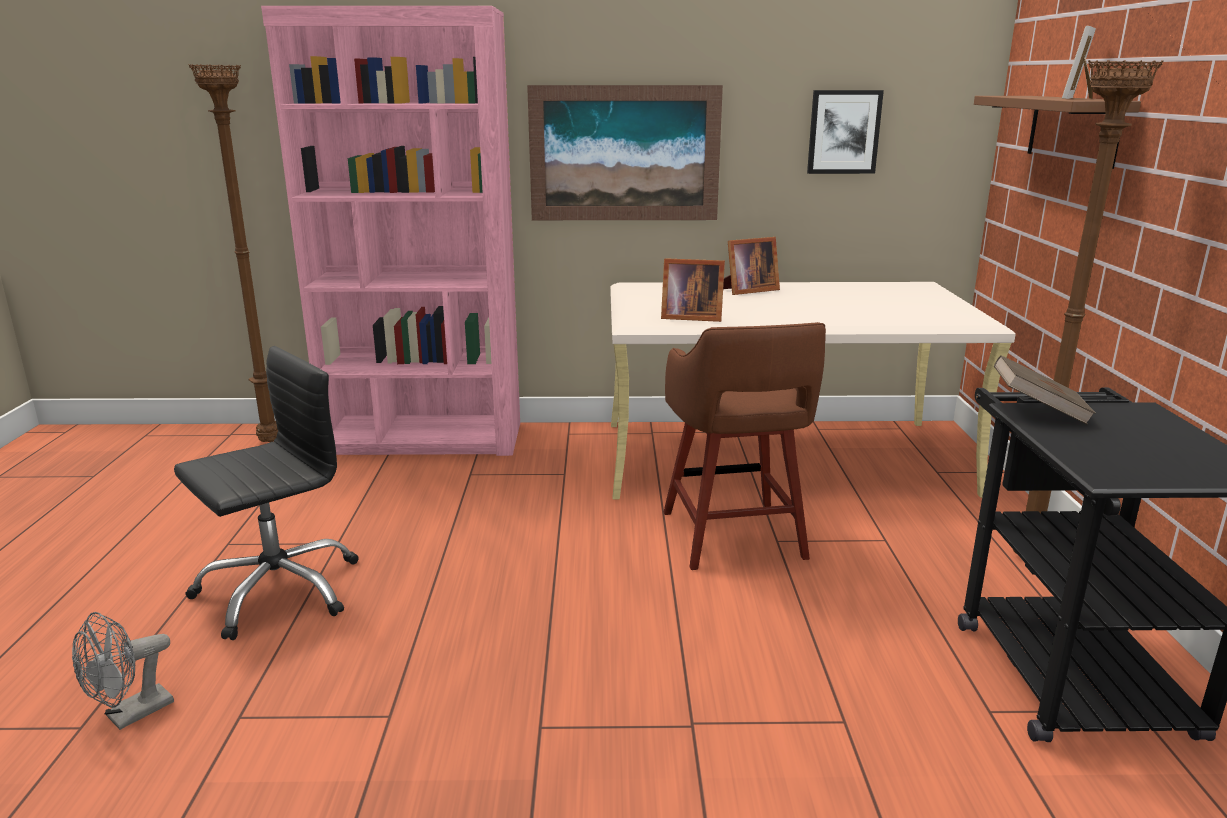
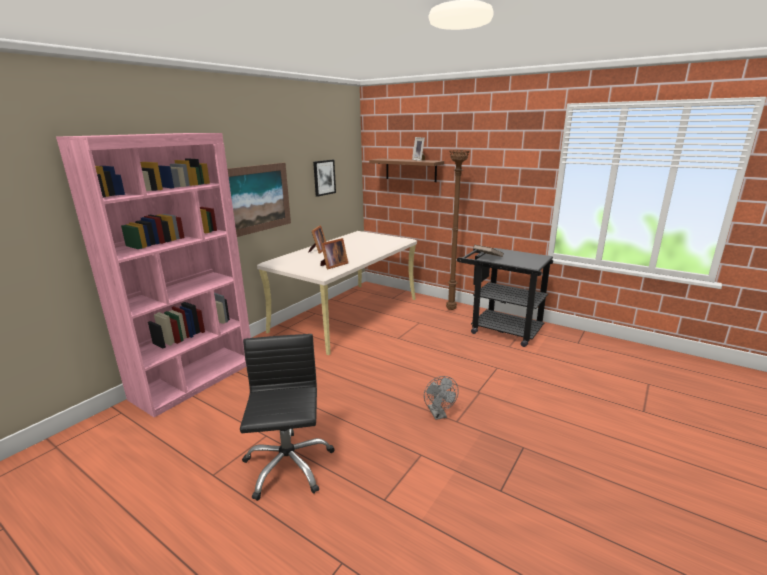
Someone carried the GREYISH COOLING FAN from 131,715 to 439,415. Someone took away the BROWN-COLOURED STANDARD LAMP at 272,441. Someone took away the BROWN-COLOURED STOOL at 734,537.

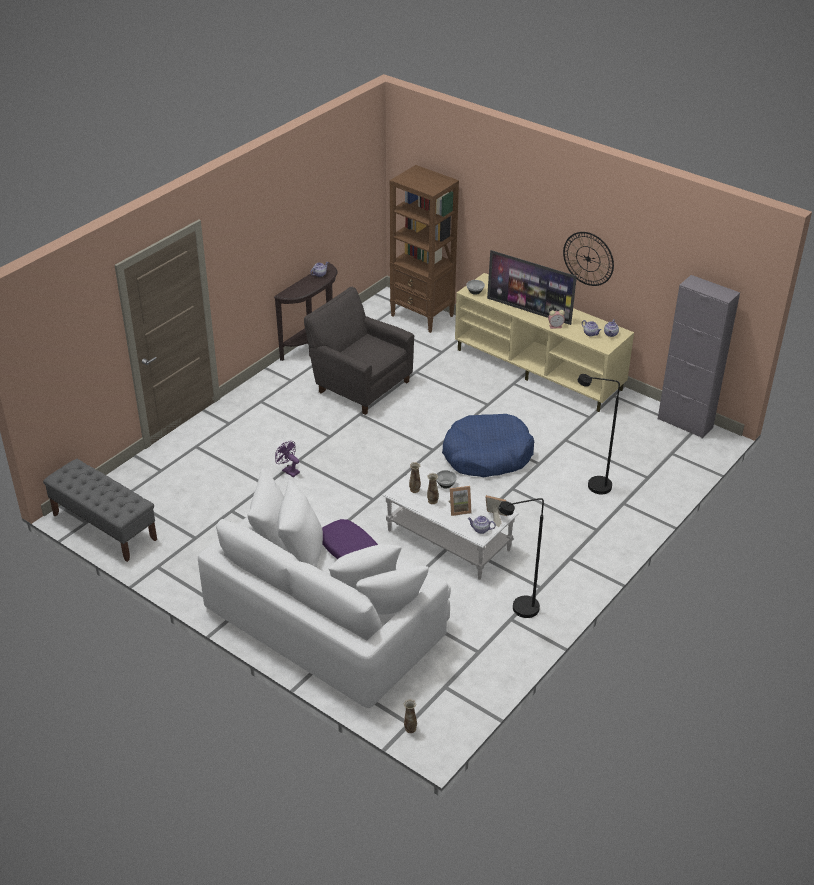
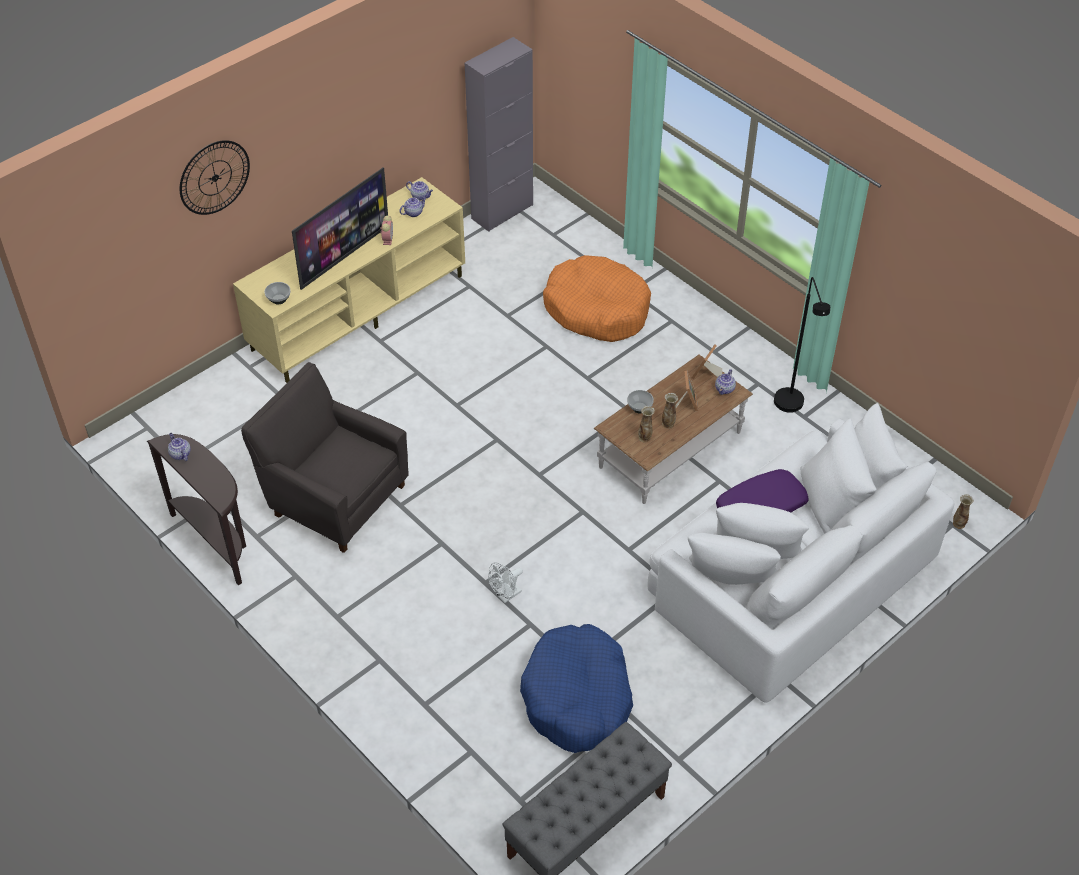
Someone repainted the PURPLE COOLING FAN at 288,471, which became the WHITE-COLOURED COOLING FAN at 506,596. Someone rotated the GREYISH ARMCHAIR at 359,385 by 75 degrees clockwise. Someone repainted the WHITE-COLOURED LOW TABLE at 448,540, which became the BROWN-COLOURED LOW TABLE at 670,450. Someone took away the BROWN-COLOURED SHELVING UNIT at 422,316. Someone carried the BLUE DOG BED from 487,455 to 577,698. Someone carried the WALL CLOCK from 588,258 to 214,177. Someone swapped the BLACK-COLOURED STANDARD LAMP at 592,486 for the ORANGEY DOG BED at 597,309.

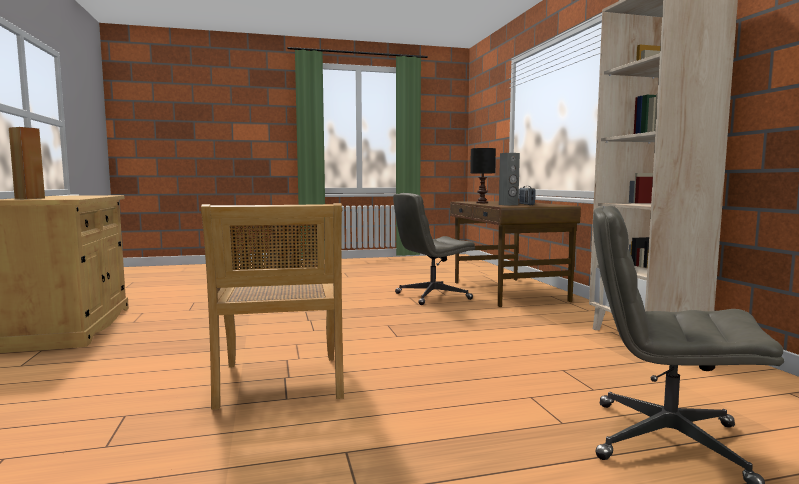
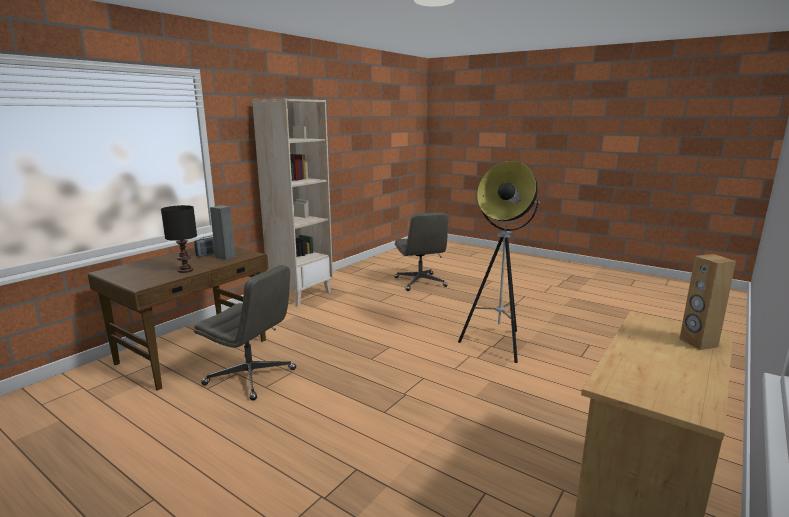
Someone swapped the BEIGE-COLOURED UPRIGHT CHAIR at 280,382 for the STANDARD LAMP at 498,344.

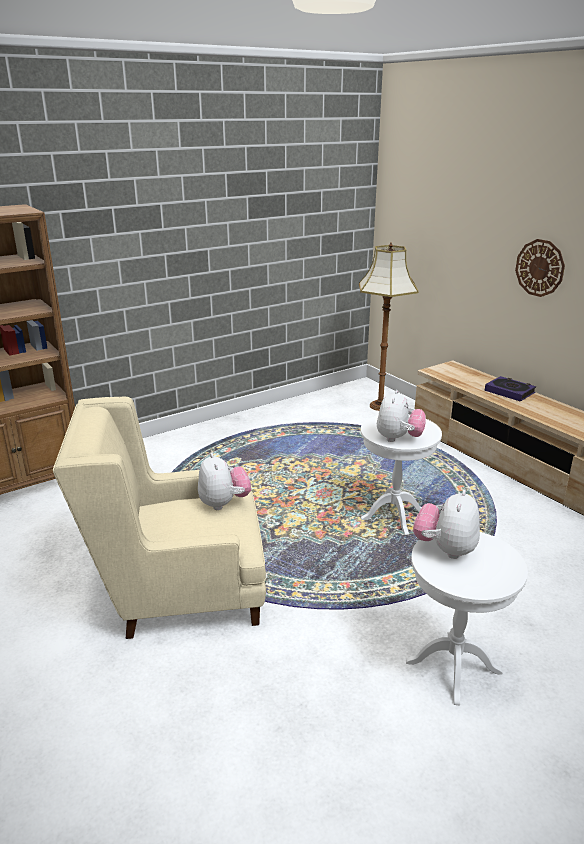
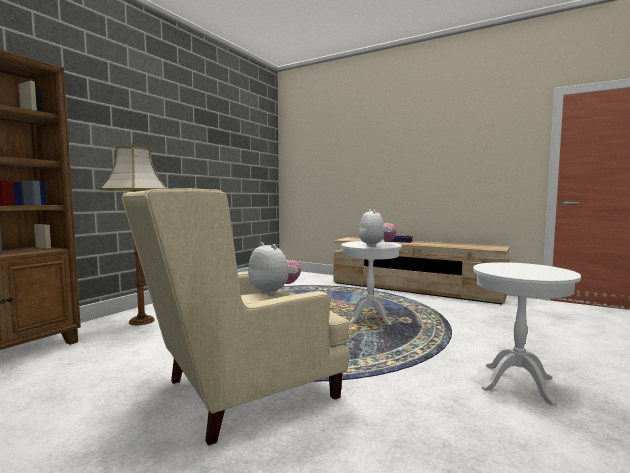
Someone carried the STANDARD LAMP from 380,406 to 141,321. Someone took away the PLUSH TOY at 445,549. Someone took away the WALL CLOCK at 540,268.

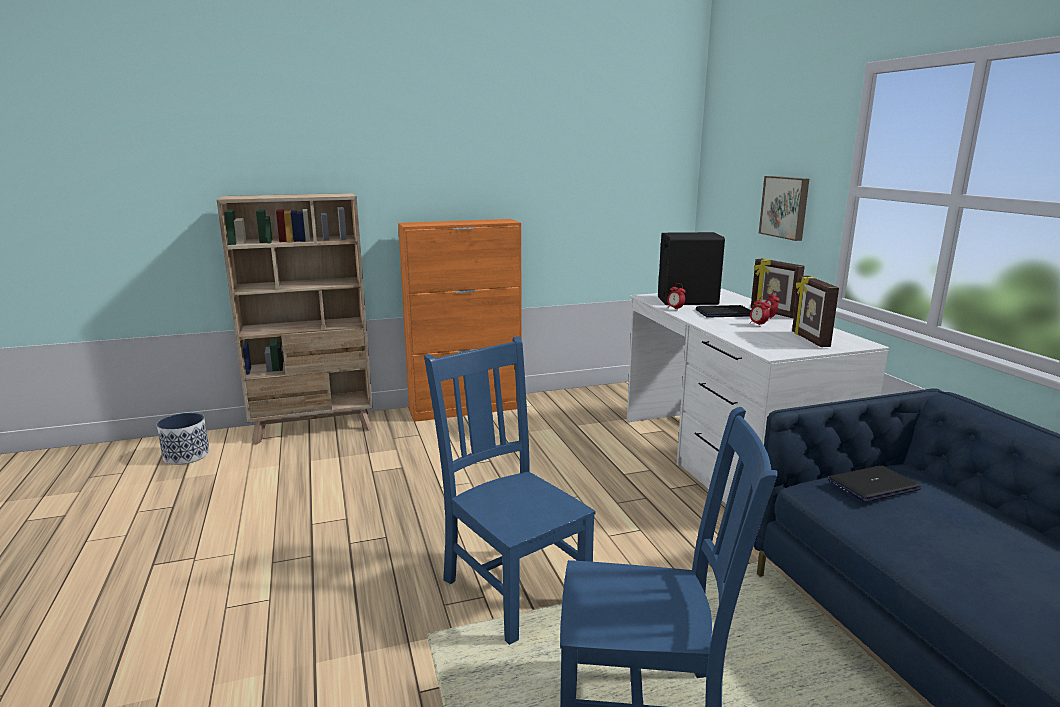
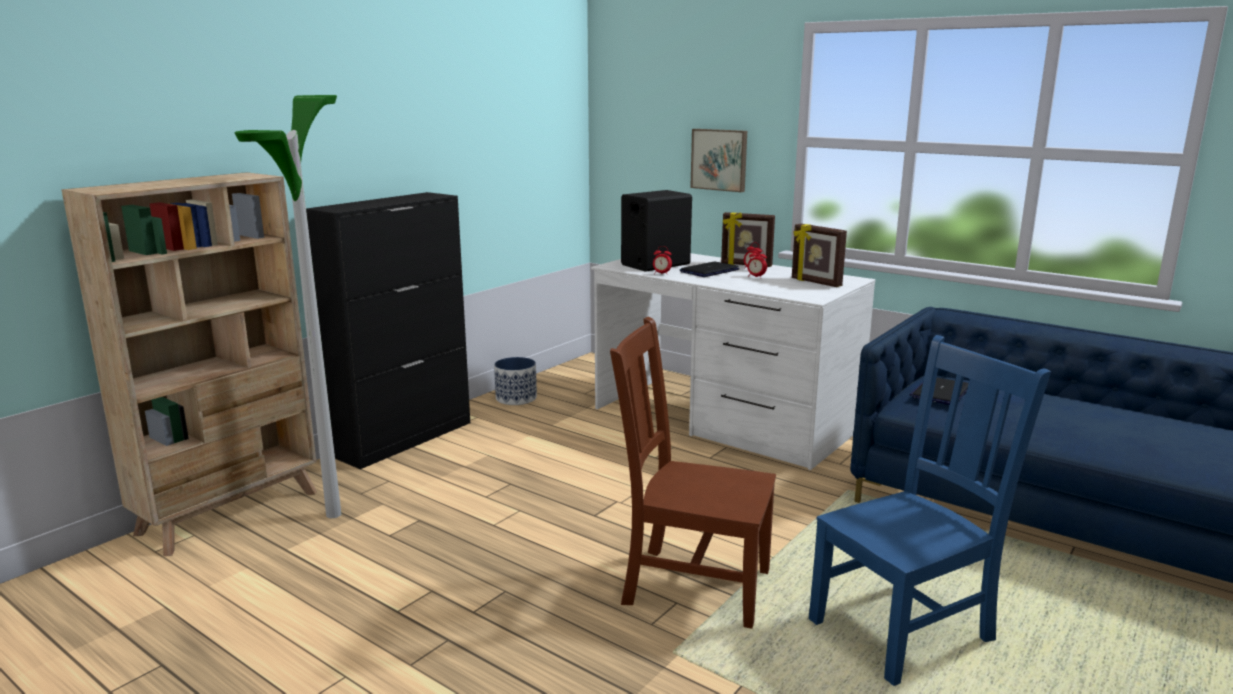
Someone carried the PLANT POT from 186,456 to 516,398. Someone repainted the ORANGEY STORAGE CABINET at 466,408, which became the BLACK-COLOURED STORAGE CABINET at 405,439. Someone repainted the BLUE UPRIGHT CHAIR at 512,588, which became the BROWN-COLOURED UPRIGHT CHAIR at 691,585. Someone put down the STANDARD LAMP at 333,514.

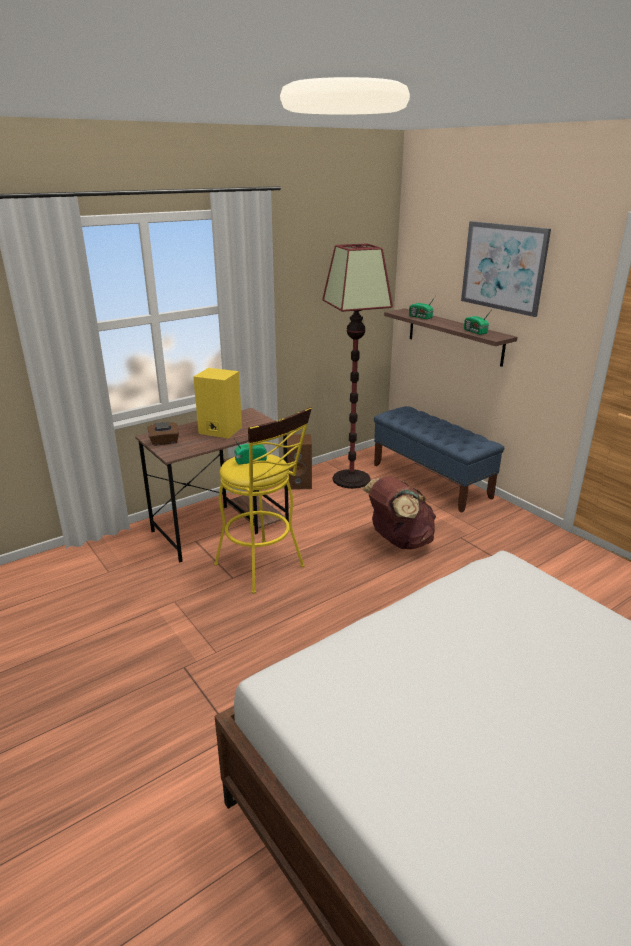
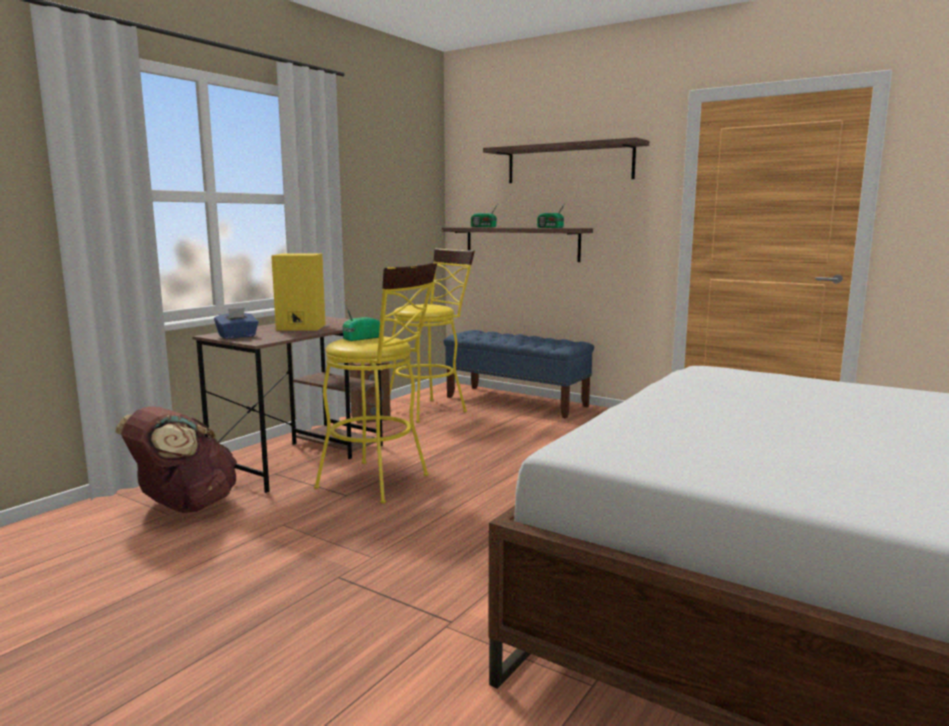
Someone repainted the BROWN-COLOURED TISSUE HOLDER at 164,442, which became the BLUE TISSUE HOLDER at 237,336. Someone swapped the STANDARD LAMP at 351,479 for the YELLOW-COLOURED STOOL at 431,409. Someone carried the BROWN-COLOURED RUCKSACK from 398,541 to 184,507. Someone swapped the WALL PICTURE at 503,267 for the BRACKET SHELF at 569,163.

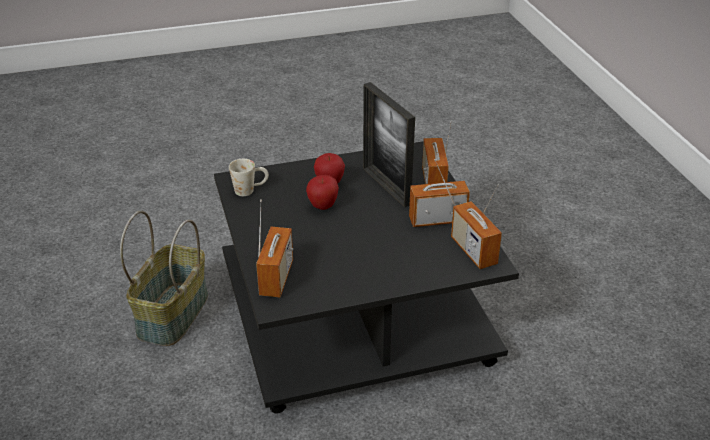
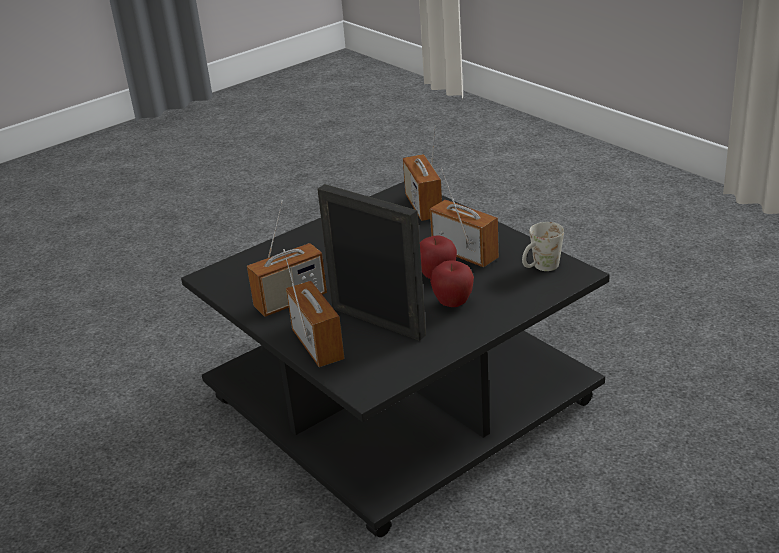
Someone took away the HOUSEHOLD BASKET at 172,313. Someone carried the RADIO SET from 473,251 to 465,254.

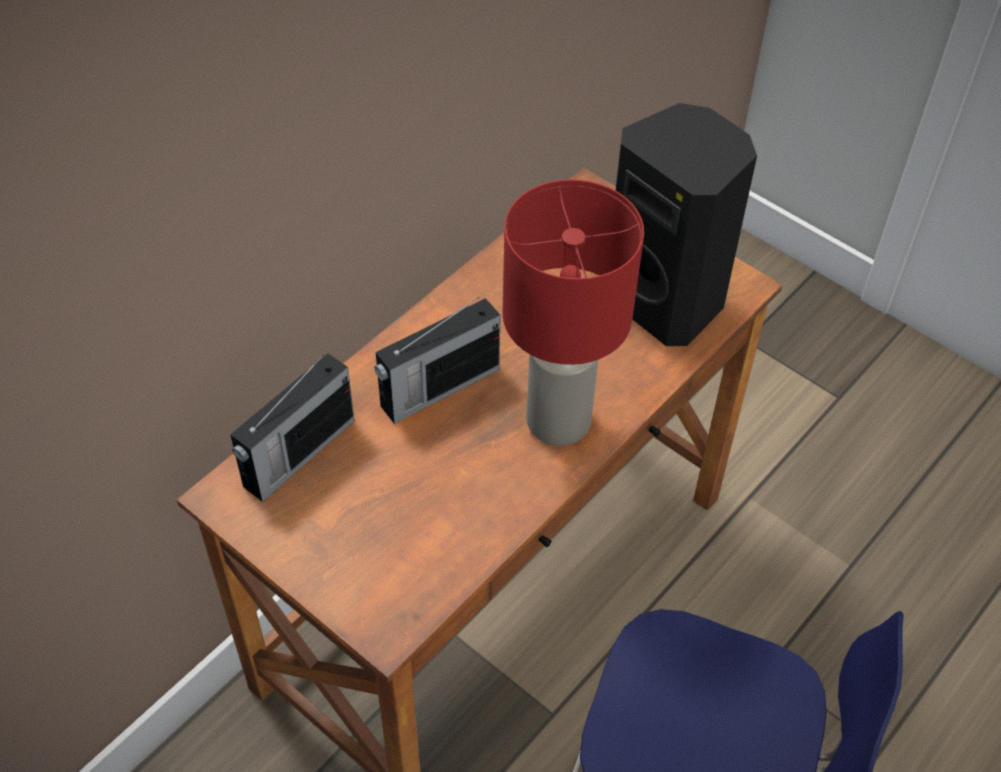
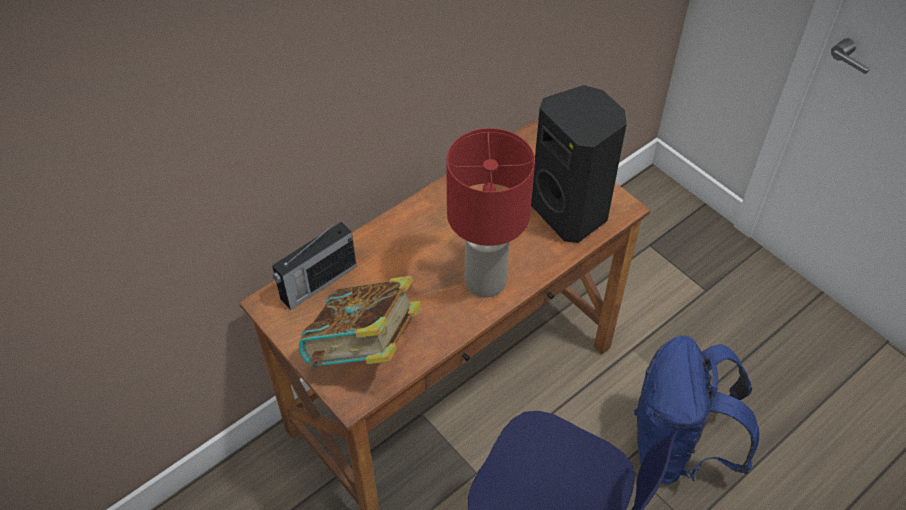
Someone took away the RADIO SET at 438,388. Someone put down the BOUND BOOK at 364,349. Someone put down the BLUE RUCKSACK at 677,448.

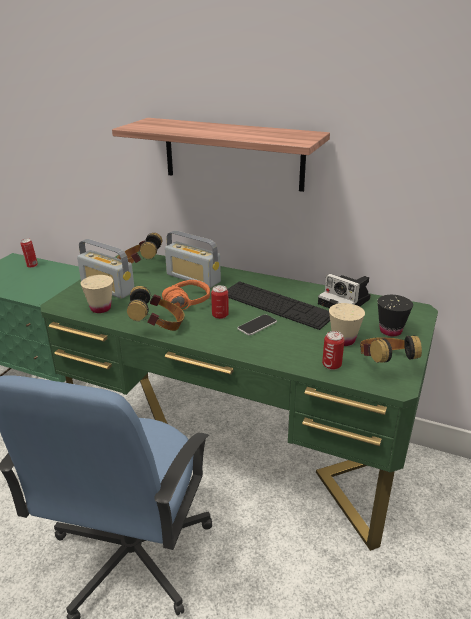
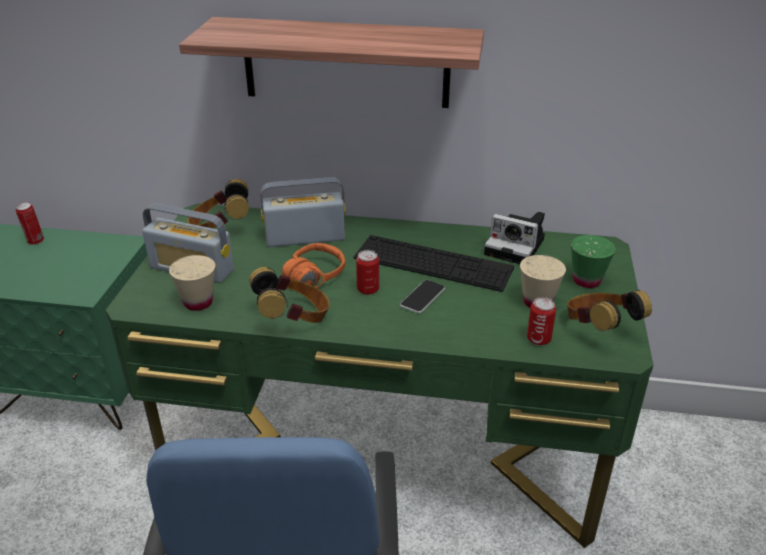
Someone rotated the RADIO SET at 193,278 by 150 degrees clockwise. Someone repainted the BLACK-COLOURED DRINKING CUP at 390,331, which became the GREENISH DRINKING CUP at 586,280.

